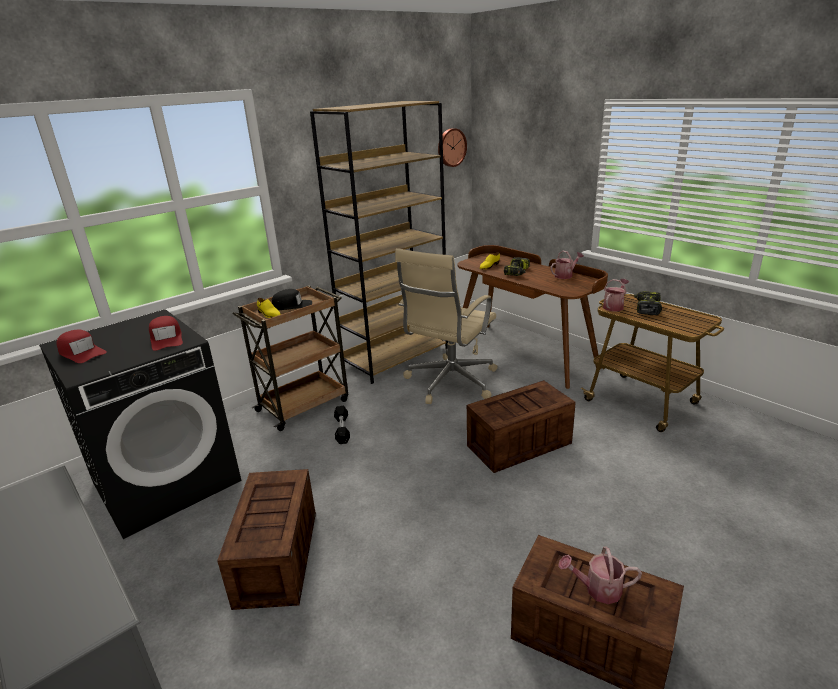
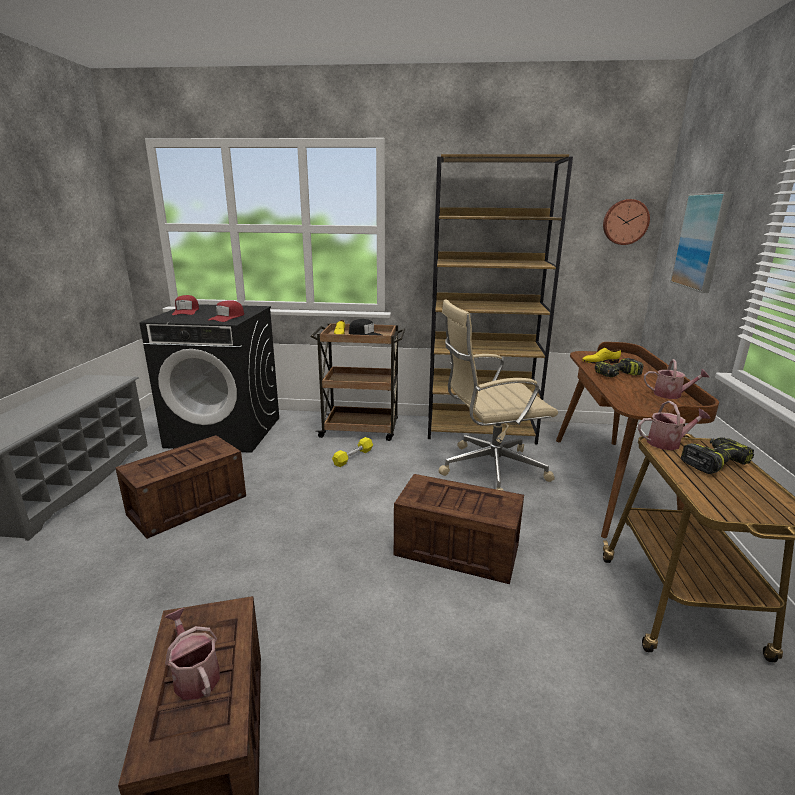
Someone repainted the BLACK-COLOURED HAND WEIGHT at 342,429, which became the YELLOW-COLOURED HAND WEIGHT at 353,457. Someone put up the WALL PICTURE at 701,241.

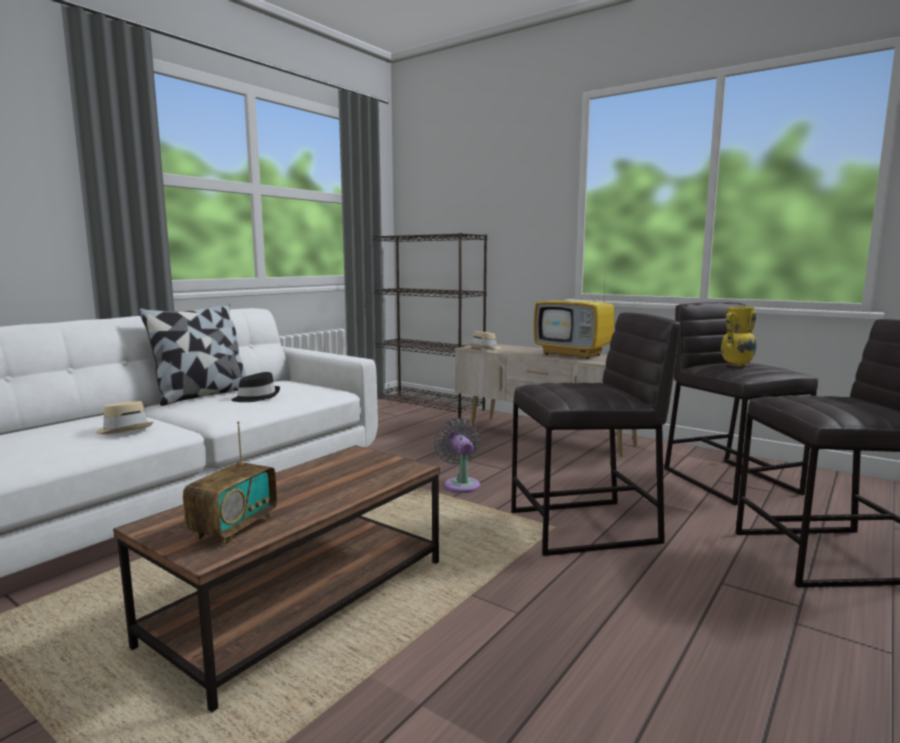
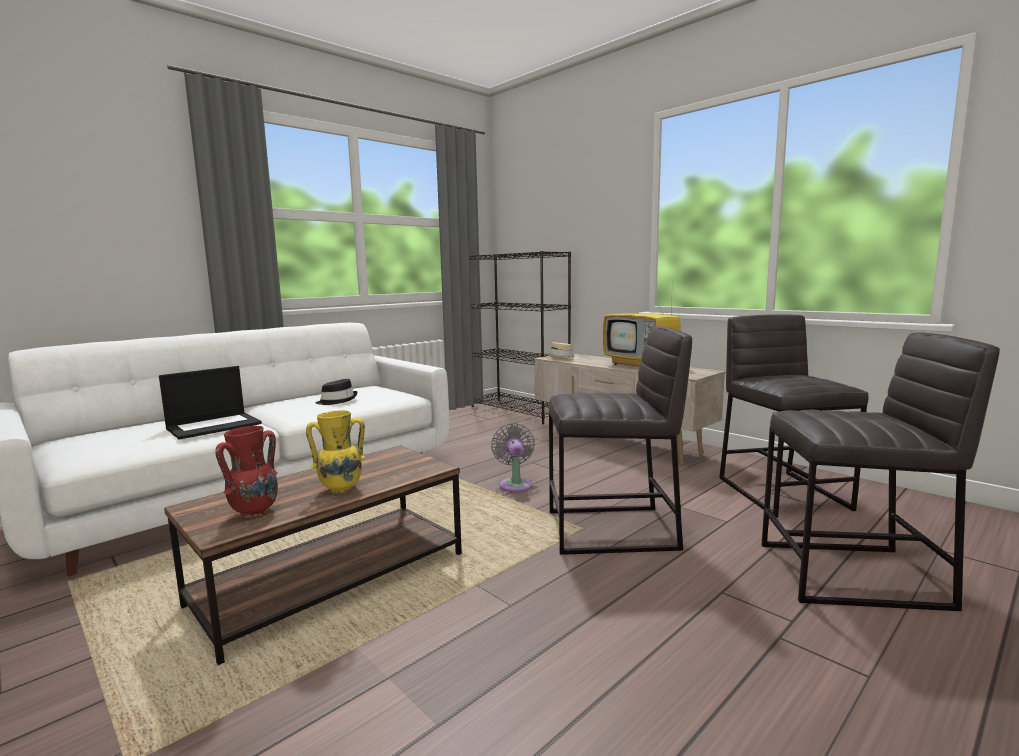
Someone swapped the BEIGE-COLOURED CLOTHING HAT at 124,429 for the LAPTOP at 214,426. Someone took away the THROW PILLOW at 202,395. Someone swapped the RADIO SET at 234,528 for the REDDISH DECORATIVE VASE at 253,512. Someone carried the YELLOW-COLOURED DECORATIVE VASE from 736,365 to 340,489.

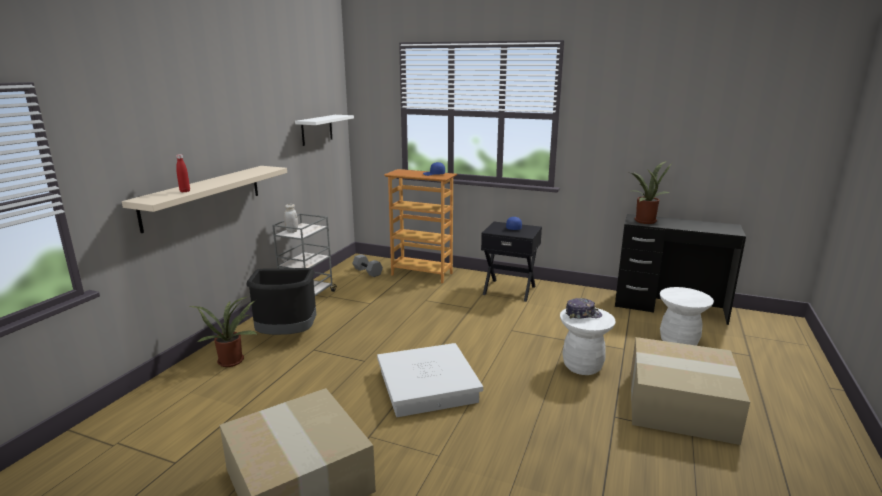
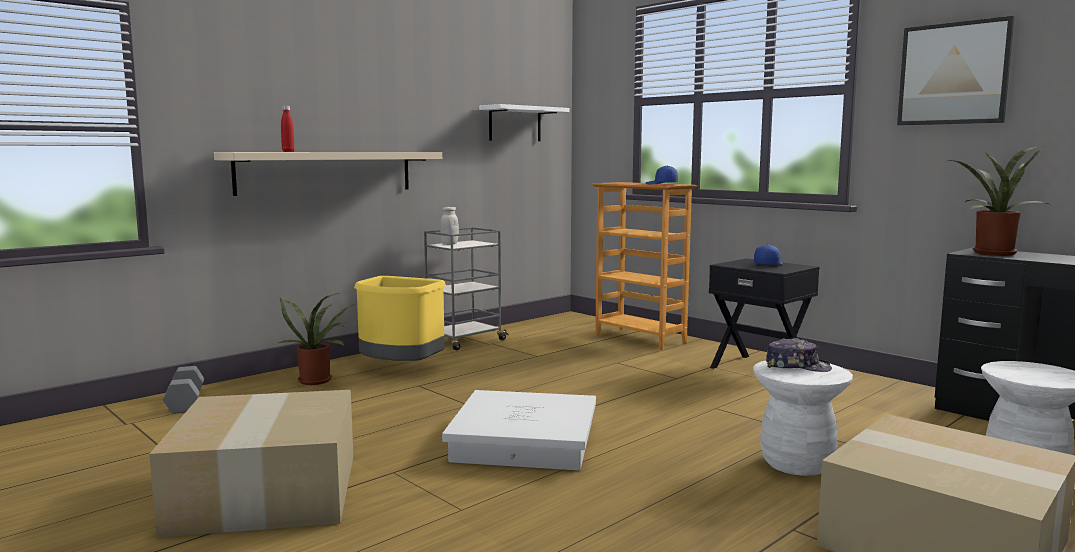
Someone repainted the BLACK-COLOURED TRASH CAN at 287,336, which became the YELLOW-COLOURED TRASH CAN at 401,369. Someone carried the GREYISH HAND WEIGHT from 368,272 to 186,402. Someone put up the WALL PICTURE at 953,74.

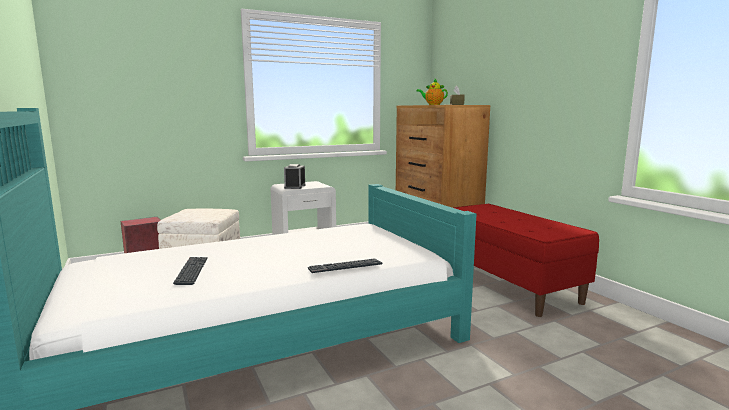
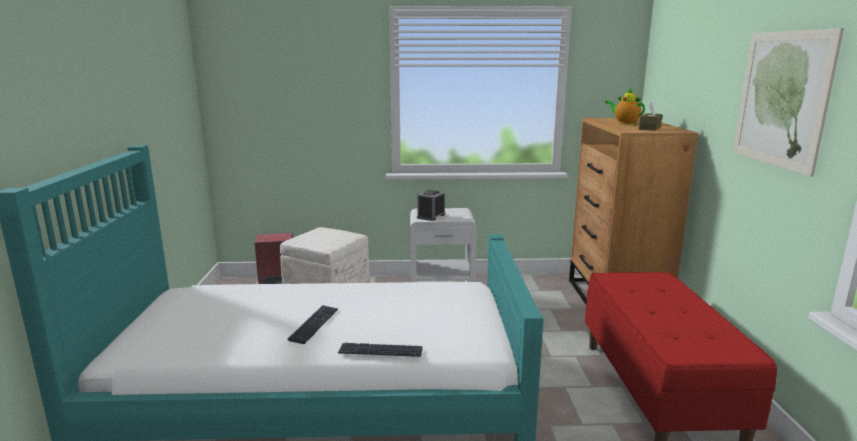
Someone carried the KEYBOARD from 192,271 to 314,325. Someone put up the WALL PICTURE at 781,99.

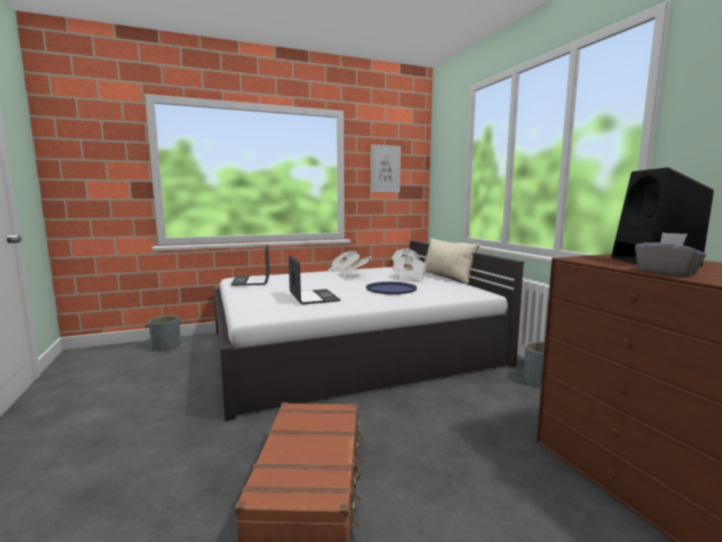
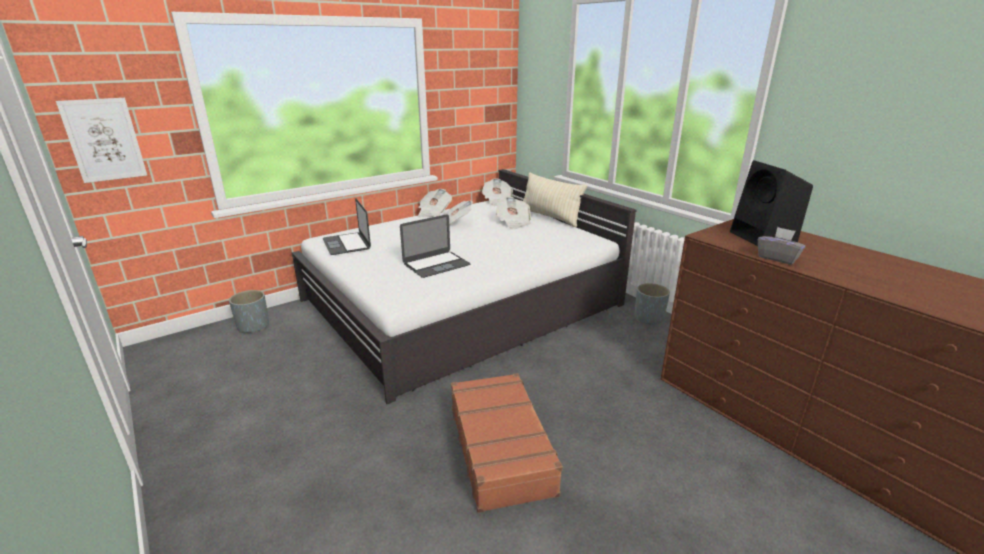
Someone rotated the LAPTOP at 313,297 by 90 degrees clockwise. Someone took away the BLUE SERVING TRAY at 391,289. Someone carried the WALL PICTURE from 385,169 to 104,140.

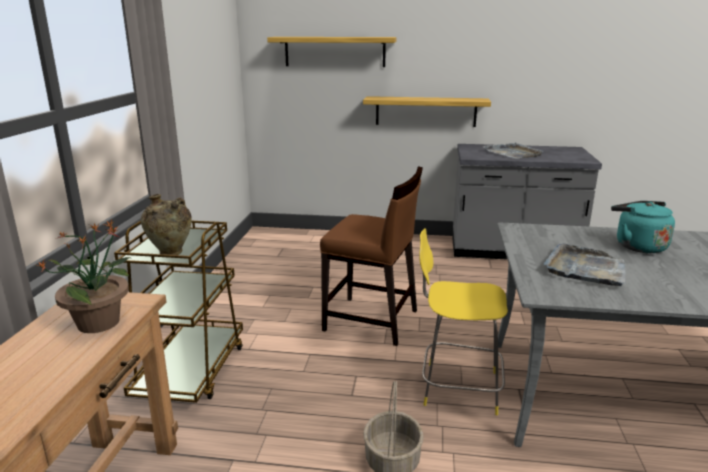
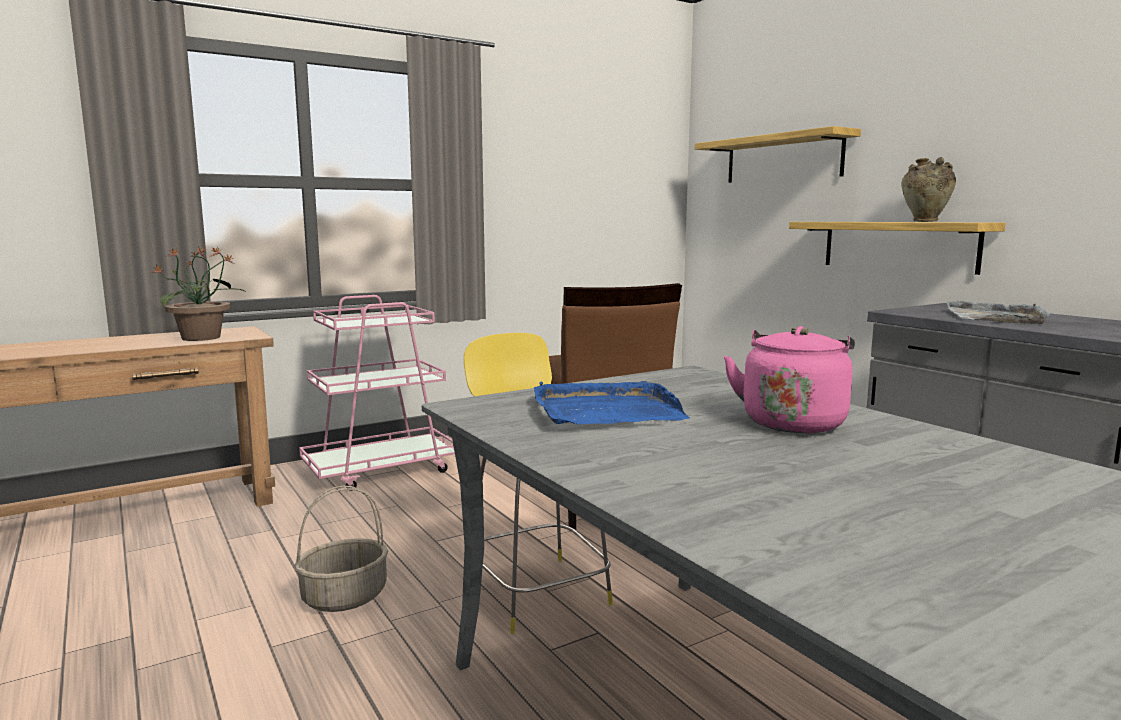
Someone repainted the BROWN-COLOURED TROLLEY at 191,371, which became the PINK-COLOURED TROLLEY at 381,470. Someone carried the BEIGE-COLOURED DECORATIVE VASE from 171,254 to 924,221. Someone repainted the GREYISH SERVING TRAY at 586,269, which became the BLUE SERVING TRAY at 605,411. Someone repainted the BLUE-GREEN KETTLE at 637,246, which became the PINK-COLOURED KETTLE at 793,422.

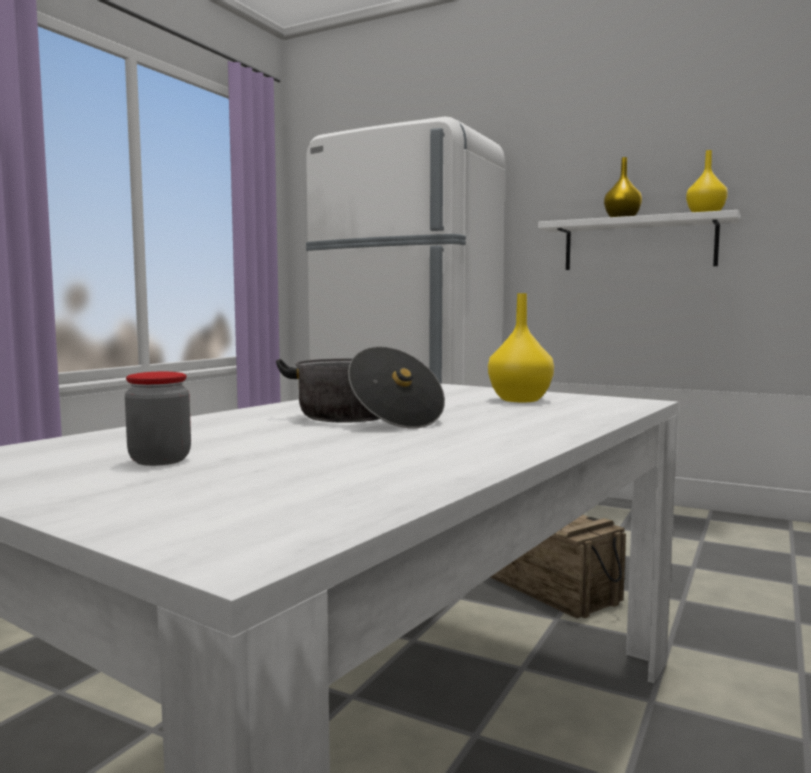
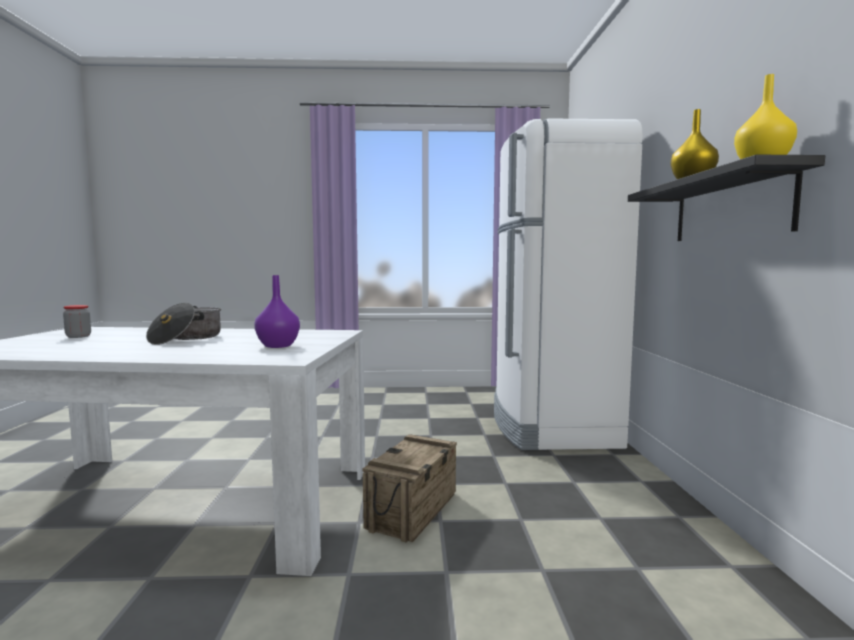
Someone repainted the YELLOW-COLOURED DECORATIVE VASE at 519,400, which became the PURPLE DECORATIVE VASE at 277,346. Someone repainted the WHITE-COLOURED BRACKET SHELF at 639,244, which became the BLACK-COLOURED BRACKET SHELF at 729,208.

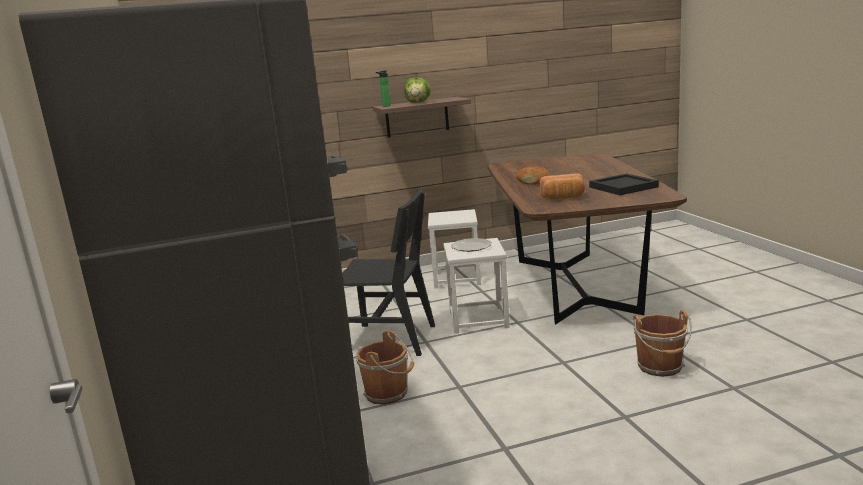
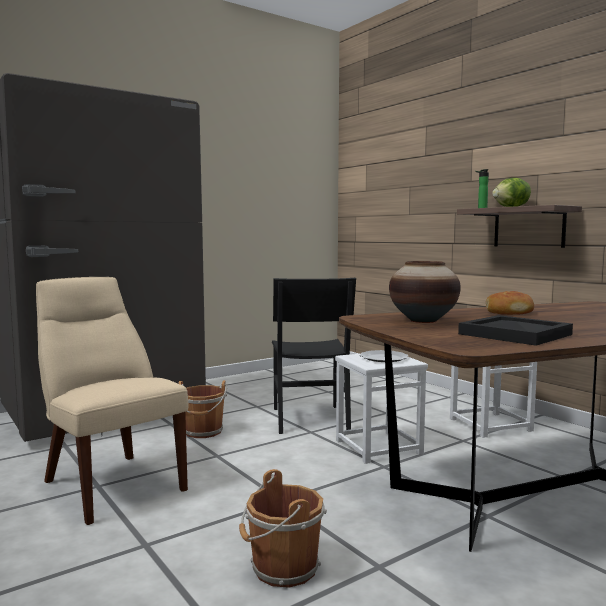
Someone swapped the BREAD at 563,198 for the DECORATIVE VASE at 423,321. Someone put down the BEIGE-COLOURED UPRIGHT CHAIR at 110,483.

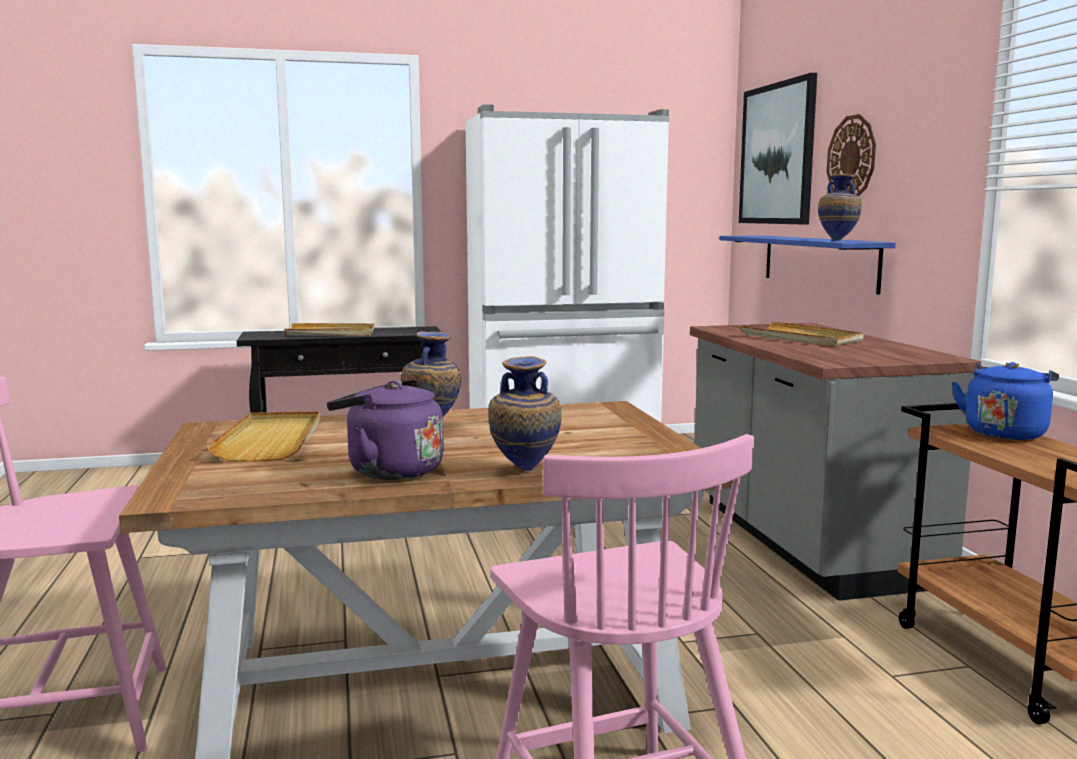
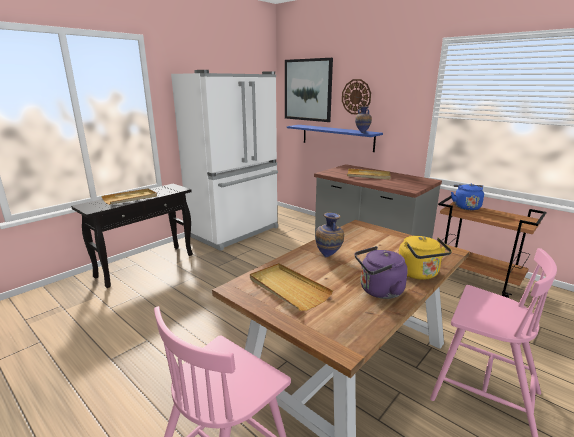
Someone swapped the DECORATIVE VASE at 524,472 for the YELLOW-COLOURED KETTLE at 419,274.

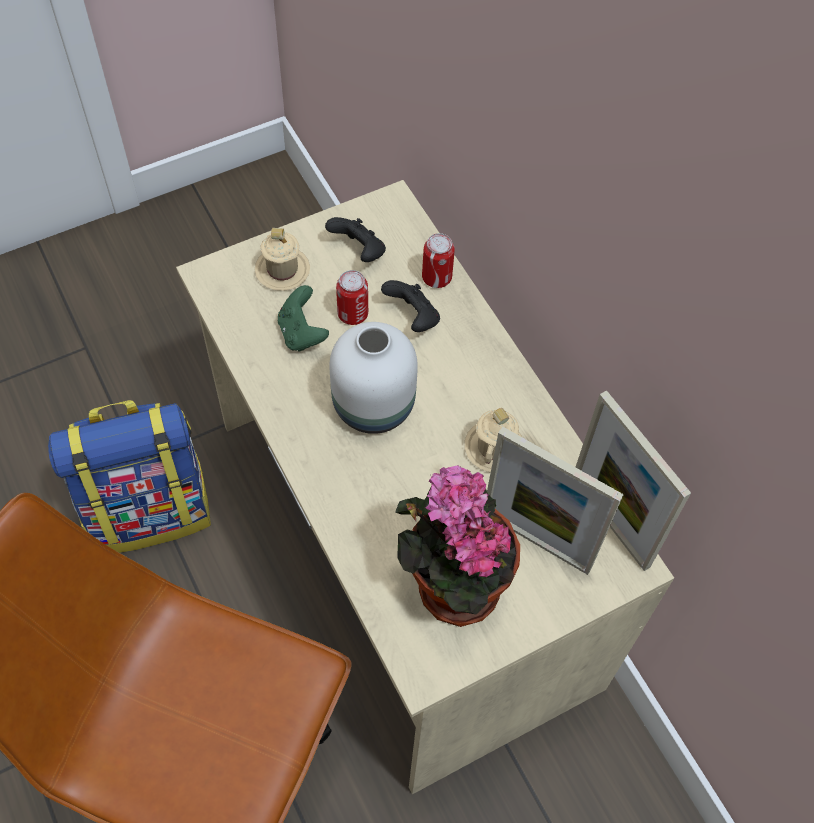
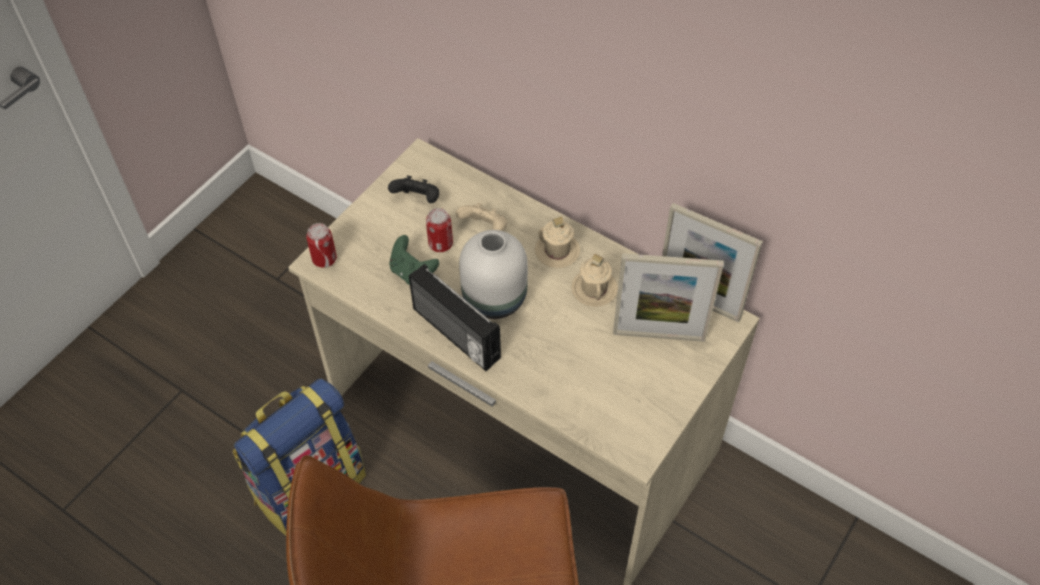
Someone carried the BEIGE-COLOURED MUG from 282,270 to 557,251. Someone repainted the BLACK-COLOURED GAMEPAD at 413,318, which became the BEIGE-COLOURED GAMEPAD at 485,228. Someone took away the HOUSEPLANT at 451,584. Someone carried the CAN from 436,277 to 324,259. Someone put down the RADIO SET at 454,335.

